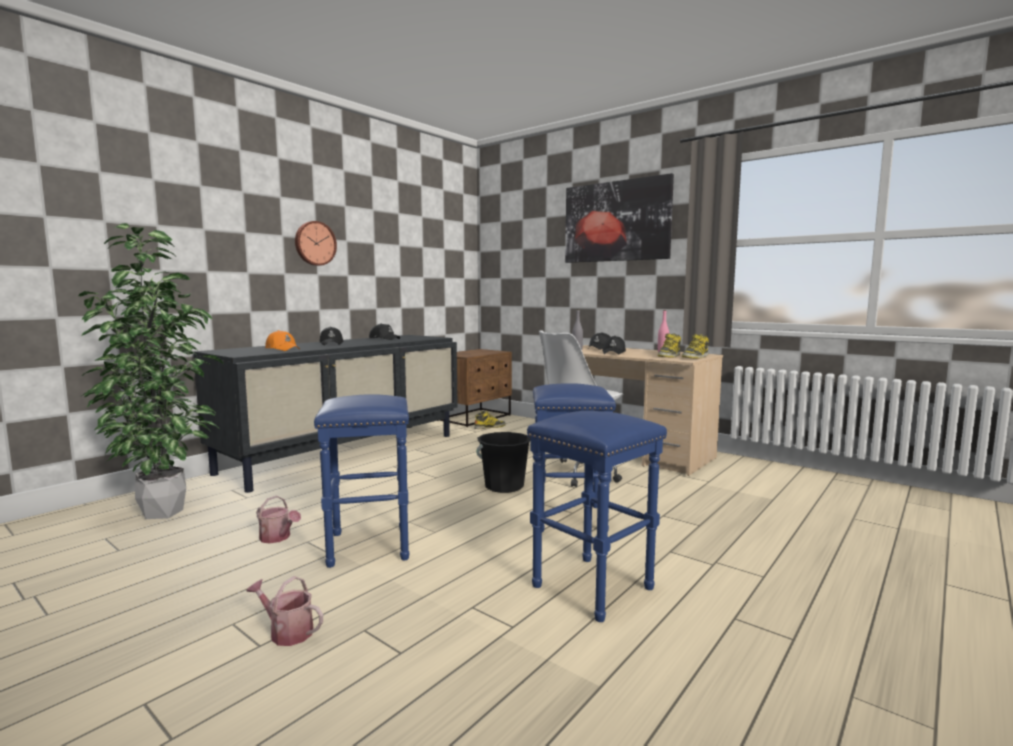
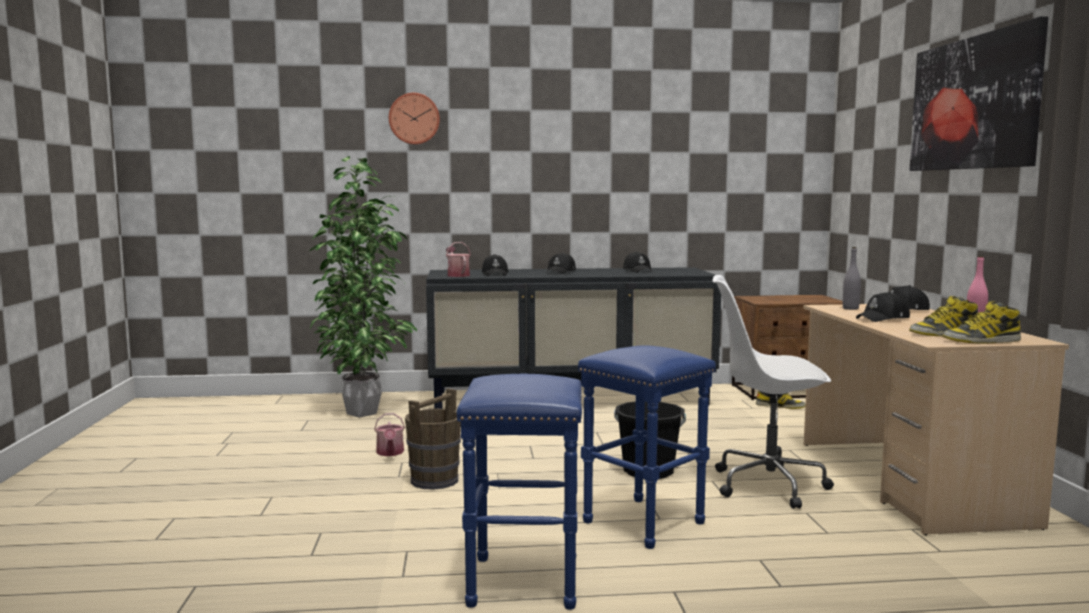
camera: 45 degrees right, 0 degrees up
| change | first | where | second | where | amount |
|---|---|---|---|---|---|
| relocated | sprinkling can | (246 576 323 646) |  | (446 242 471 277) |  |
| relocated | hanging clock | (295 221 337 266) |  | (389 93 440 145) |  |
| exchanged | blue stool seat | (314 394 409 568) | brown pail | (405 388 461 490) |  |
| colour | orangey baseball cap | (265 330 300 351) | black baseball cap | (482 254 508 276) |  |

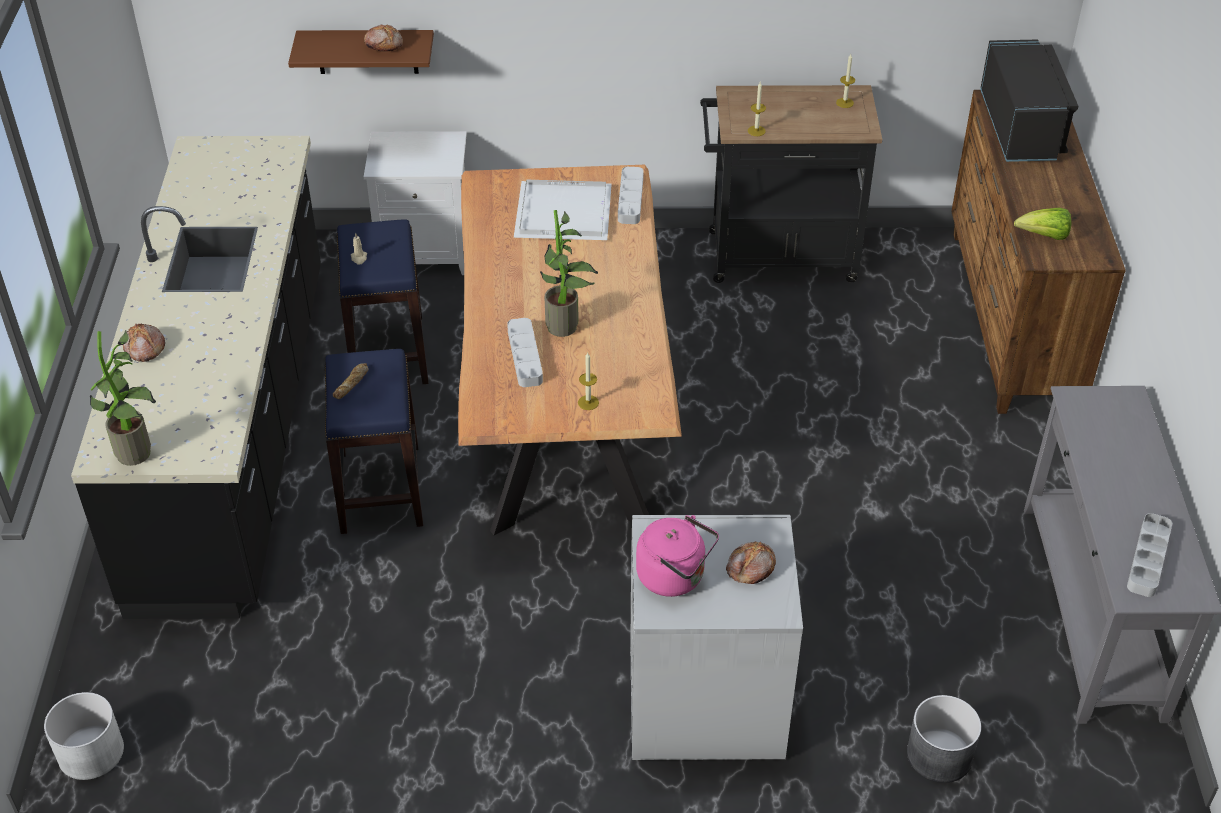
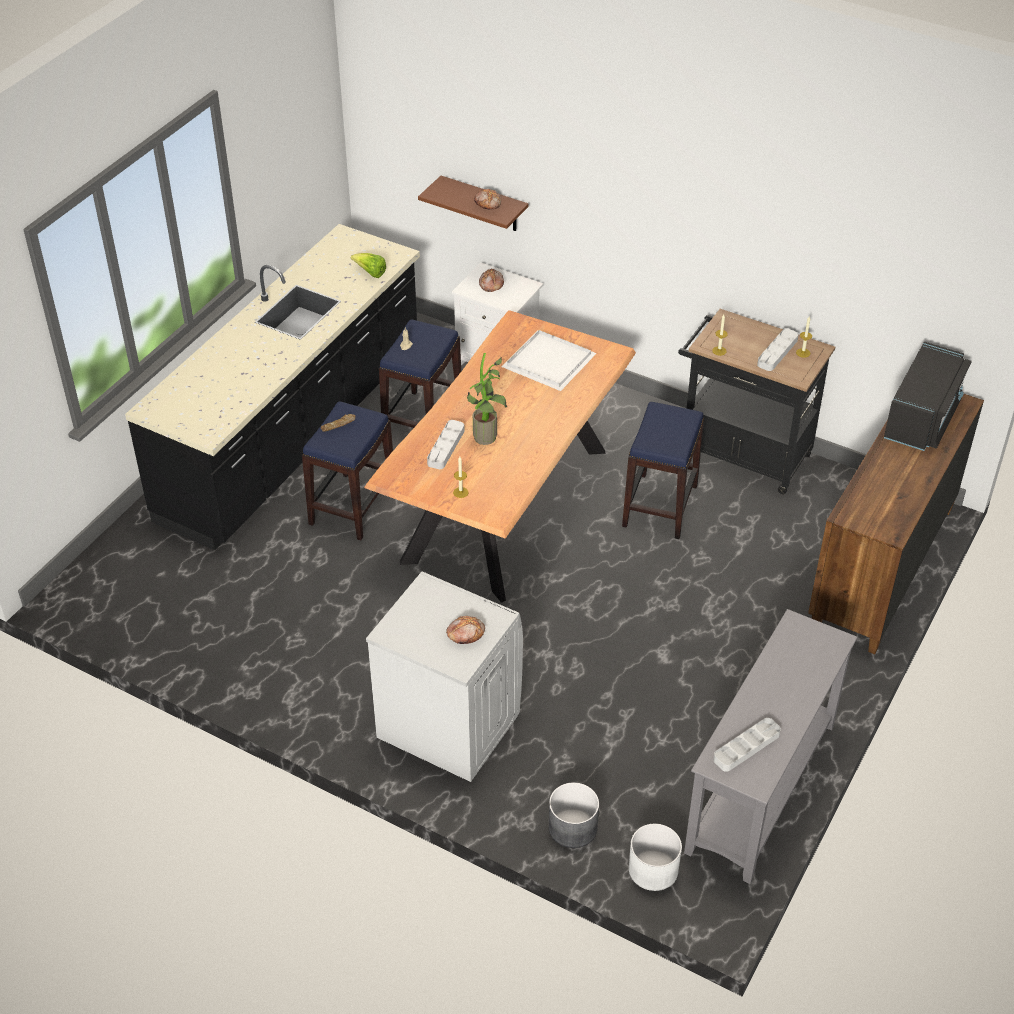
camera: 30 degrees right, 0 degrees up
| change | first | where | second | where | amount |
|---|---|---|---|---|---|
| missing | plant in a pot | (90 330 156 466) |  |  |  |
| missing | pinkish tea kettle | (636 515 719 597) |  |  |  |
| appeared |  |  | stool seat | (622 402 704 539) |  |
| relocated | white-coloured plant pot | (44 692 124 780) |  | (629 824 682 891) |  |
| relocated | bread | (123 324 165 362) |  | (479 268 504 292) |  |
| relocated | greyish tray | (618 167 644 224) |  | (757 328 798 371) |  |
| relocated | lettuce head | (1014 208 1071 240) |  | (351 253 386 278) |  |

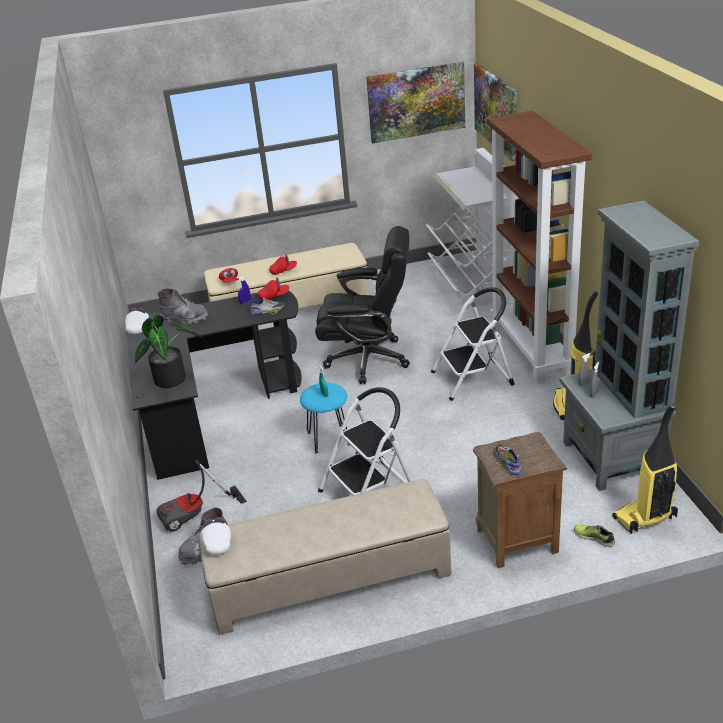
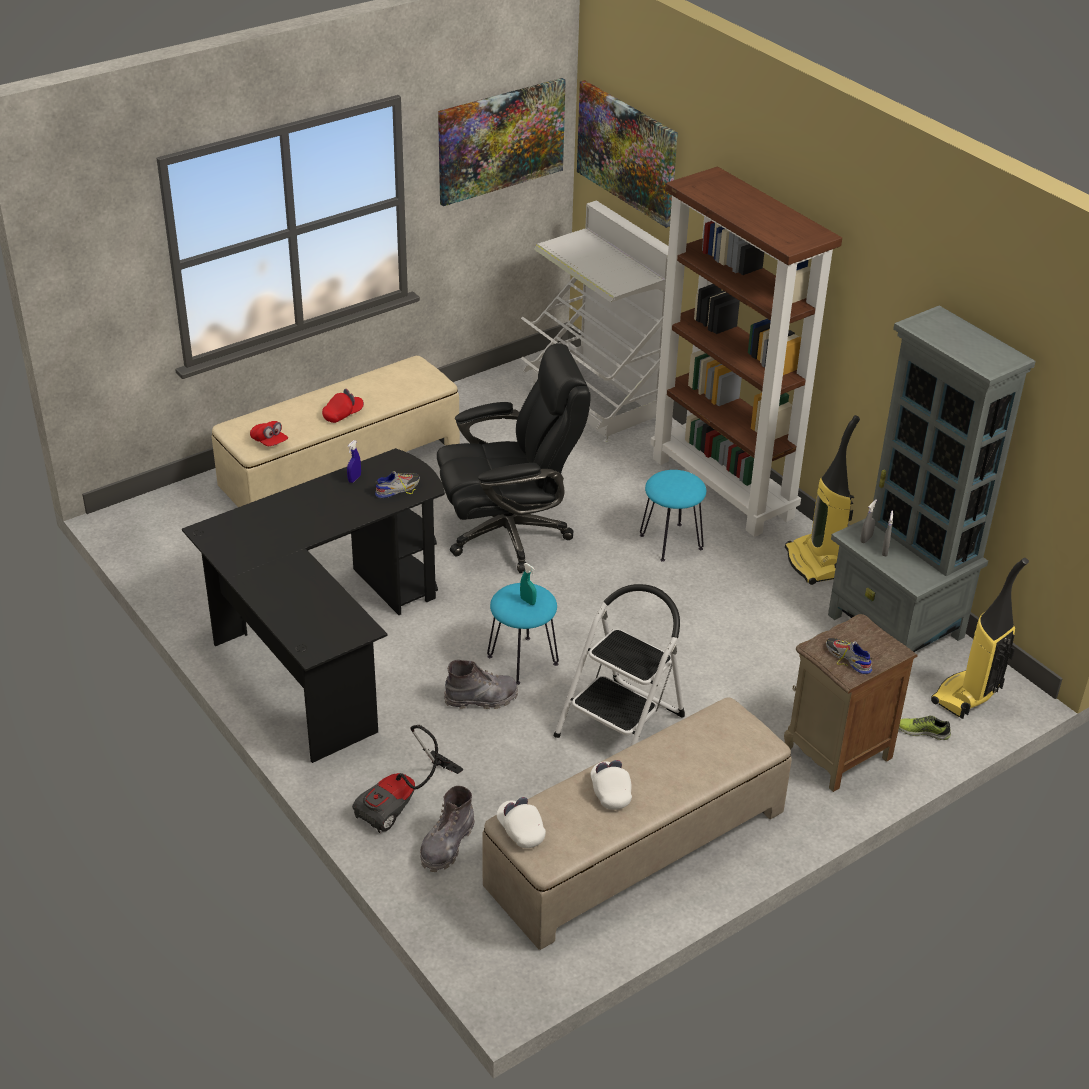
camera: 25 degrees left, 5 degrees up
| change | first | where | second | where | amount |
|---|---|---|---|---|---|
| missing | plant in a pot | (135 315 206 388) |  |  |  |
| missing | red baseball cap | (258 277 289 300) |  |  |  |
| relocated | white-coloured baseball cap | (125 308 149 335) |  | (590 760 632 810) |  |
| relocated | greyish high-top boot | (158 288 208 324) |  | (444 660 518 709) |  |
| exchanged | step stool | (431 287 515 401) | turquoise stool seat | (640 470 706 562) |  |

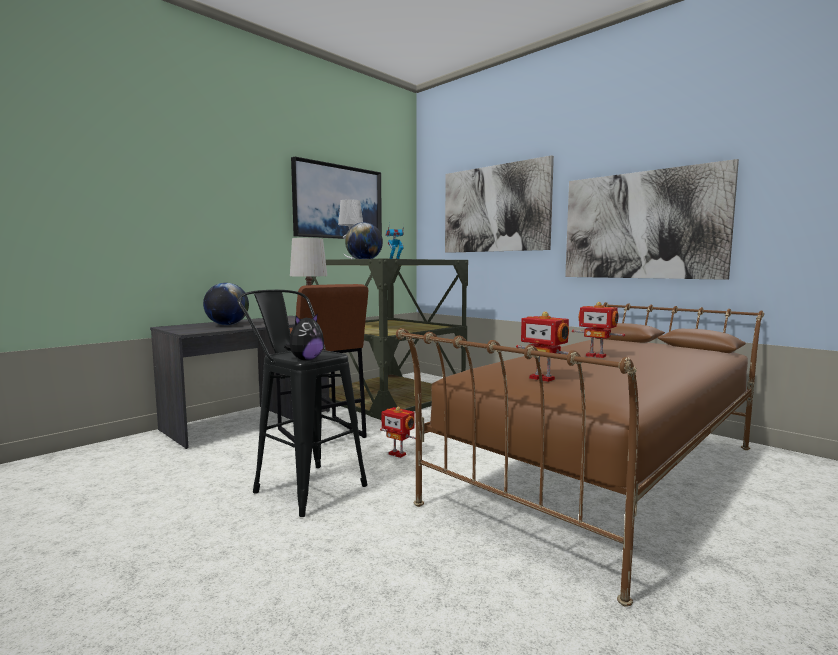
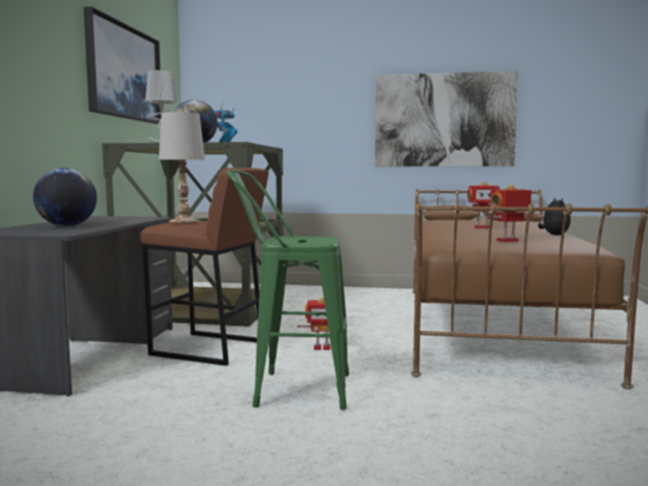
camera: 35 degrees left, 0 degrees up
| change | first | where | second | where | amount |
|---|---|---|---|---|---|
| missing | wall art | (445 155 554 253) |  |  |  |
| relocated | soft toy | (284 313 324 360) |  | (538 197 571 235) |  |
| colour | black stool seat | (237 290 367 517) | green-coloured stool seat | (227 169 349 410) |  |
| spun | robot figure | (516 311 569 382) |  | (487 184 533 242) | 150 degrees clockwise |

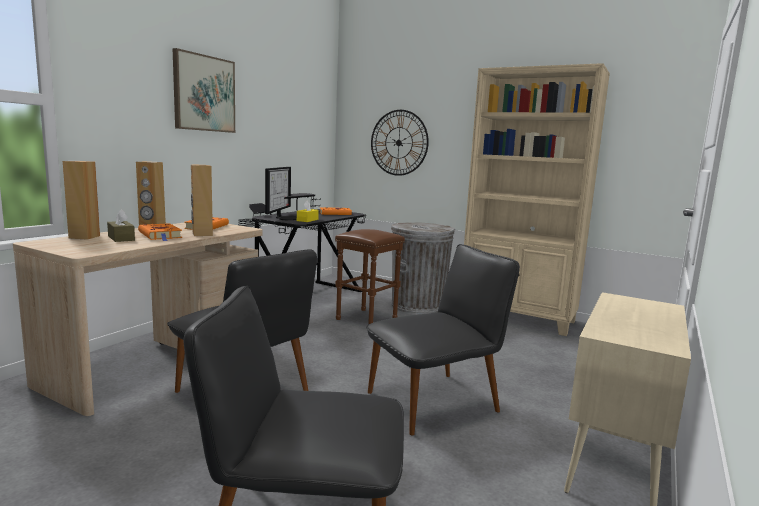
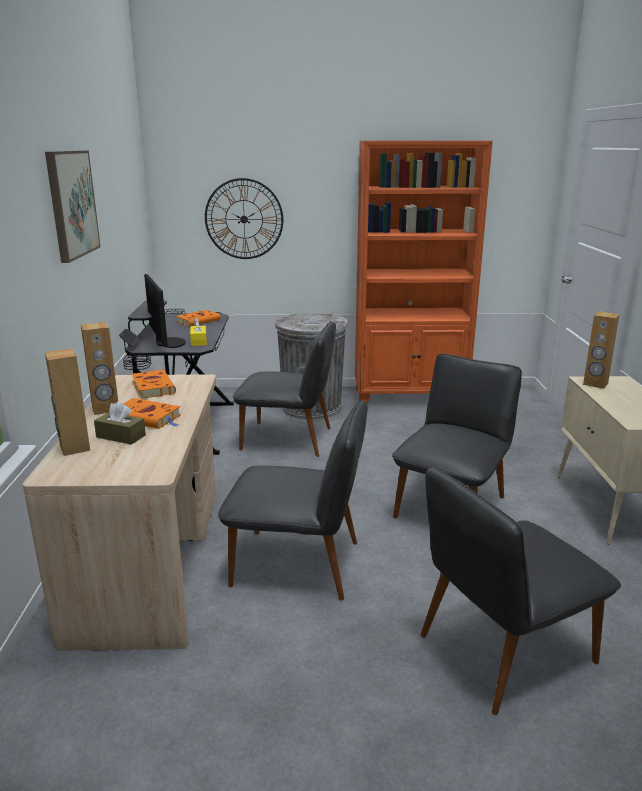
camera: 30 degrees left, 10 degrees up
| change | first | where | second | where | amount |
|---|---|---|---|---|---|
| relocated | brown loudspeaker | (191 164 213 236) |  | (583 311 619 389) |  |
| exchanged | brown stool seat | (335 229 405 324) | black upright chair | (233 321 336 457) |  |
| colour | beige shelving unit | (464 63 610 336) | orangey shelving unit | (355 141 493 404) |  |

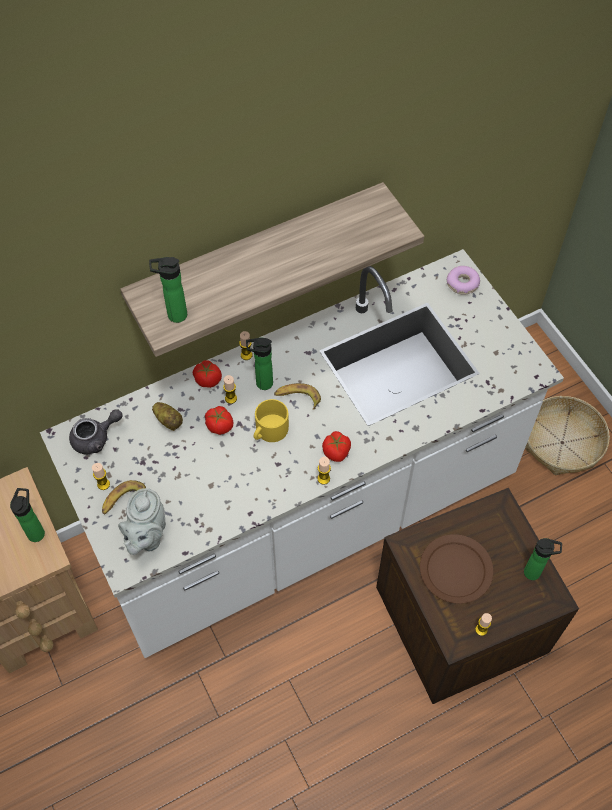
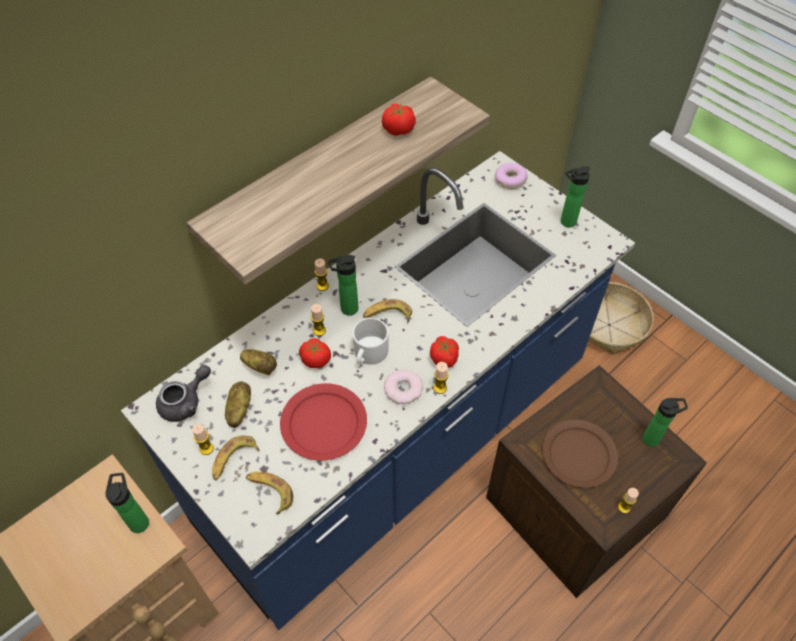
camera: 15 degrees left, 5 degrees down
| change | first | where | second | where | amount |
|---|---|---|---|---|---|
| appeared |  |  | whole potato | (225 382 251 428) |  |
| appeared |  |  | red plate | (280 383 367 461) |  |
| appeared |  |  | doughnut | (384 370 423 404) |  |
| relocated | drink bottle | (149 257 187 323) |  | (560 166 590 228) |  |
| relocated | whole tomato | (193 360 222 388) |  | (382 103 416 136) |  |
| exchanged | greyish teapot | (118 488 166 555) | banana fruit | (246 472 293 514) |  |
| colour | white-coloured kitchen base unit | (40 249 564 658) | blue kitchen base unit | (121 151 635 630) |  |
| colour | yellow mug | (254 399 289 442) | white-coloured mug | (353 318 389 365) |  |

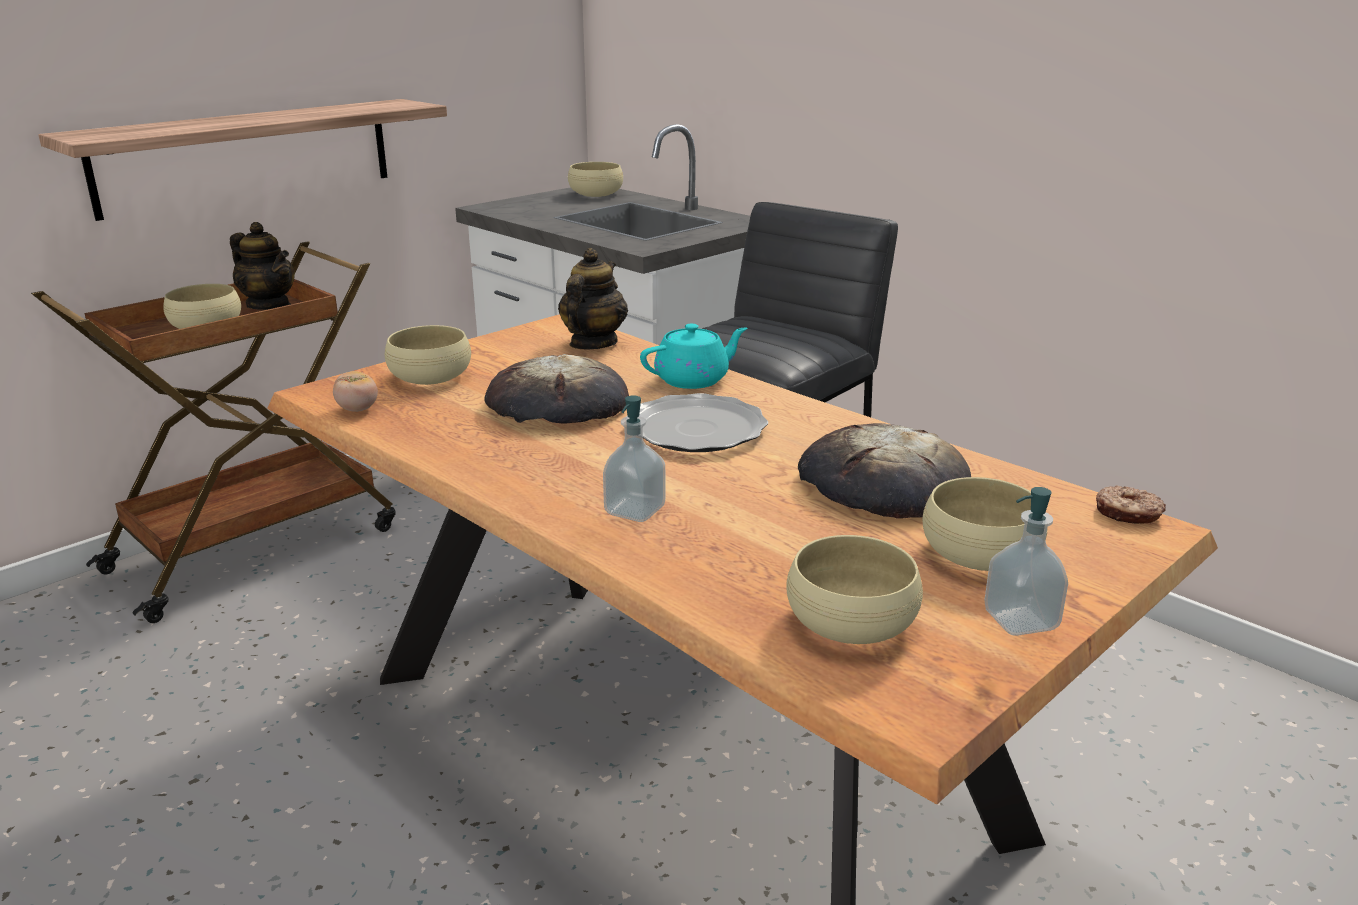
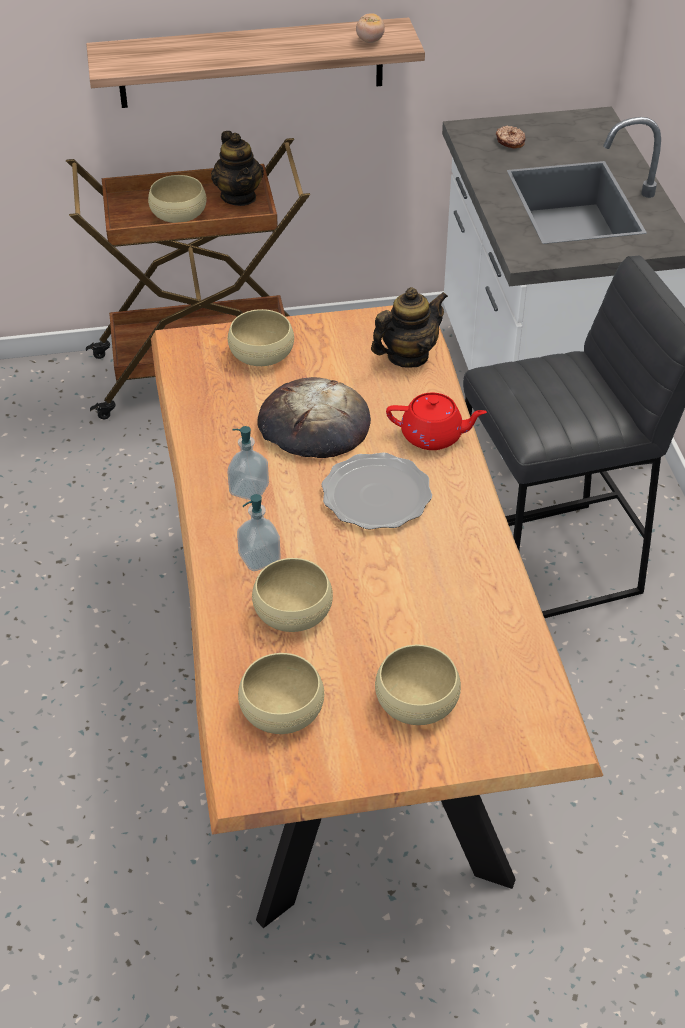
camera: 35 degrees right, 20 degrees up
| change | first | where | second | where | amount |
|---|---|---|---|---|---|
| missing | bread | (798 423 971 519) |  |  |  |
| relocated | whole tomato | (333 371 378 412) |  | (356 13 385 43) |  |
| relocated | beige serving bowl | (568 162 623 197) |  | (252 558 333 632) |  |
| relocated | liquid soap bottle | (984 487 1068 636) |  | (228 426 269 500) |  |
| relocated | doughnut | (1096 485 1166 523) |  | (496 126 526 149) |  |
| colour | turquoise teapot | (640 324 748 389) | red teapot | (386 392 487 450) |  |

